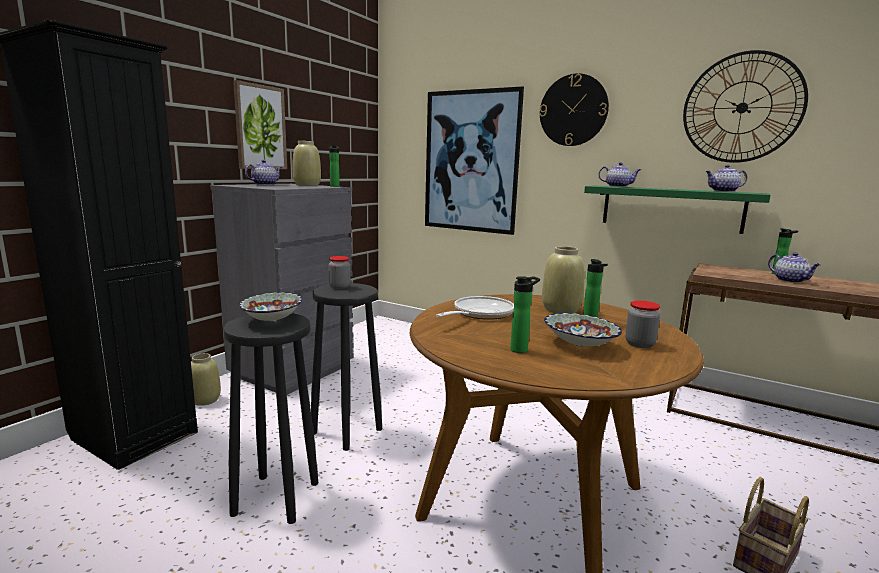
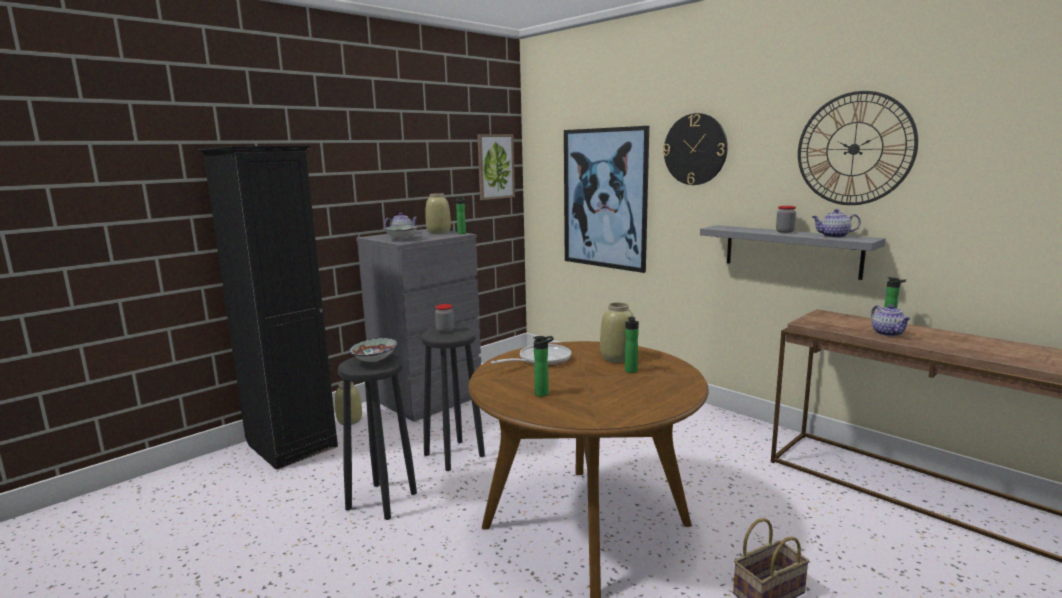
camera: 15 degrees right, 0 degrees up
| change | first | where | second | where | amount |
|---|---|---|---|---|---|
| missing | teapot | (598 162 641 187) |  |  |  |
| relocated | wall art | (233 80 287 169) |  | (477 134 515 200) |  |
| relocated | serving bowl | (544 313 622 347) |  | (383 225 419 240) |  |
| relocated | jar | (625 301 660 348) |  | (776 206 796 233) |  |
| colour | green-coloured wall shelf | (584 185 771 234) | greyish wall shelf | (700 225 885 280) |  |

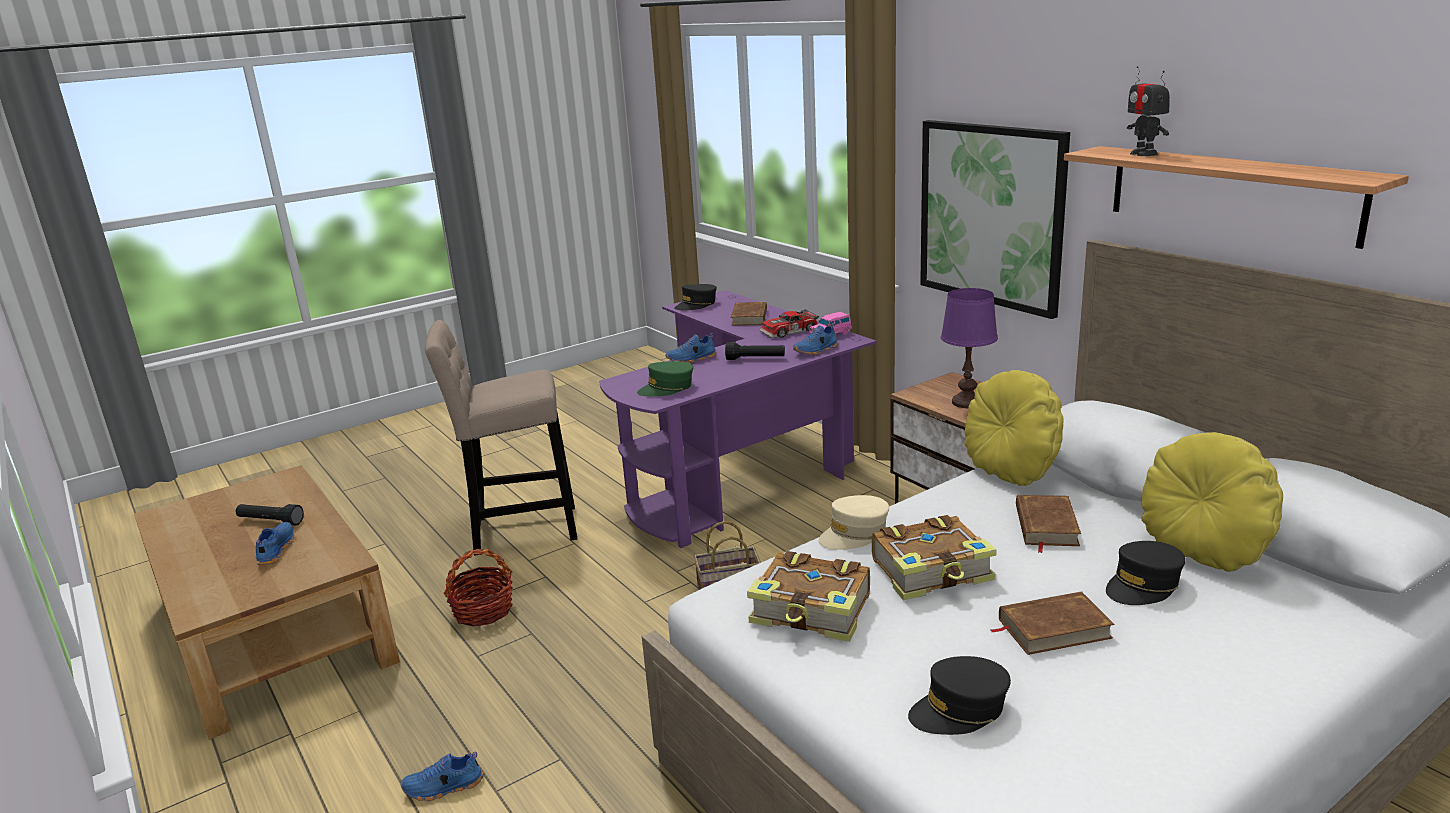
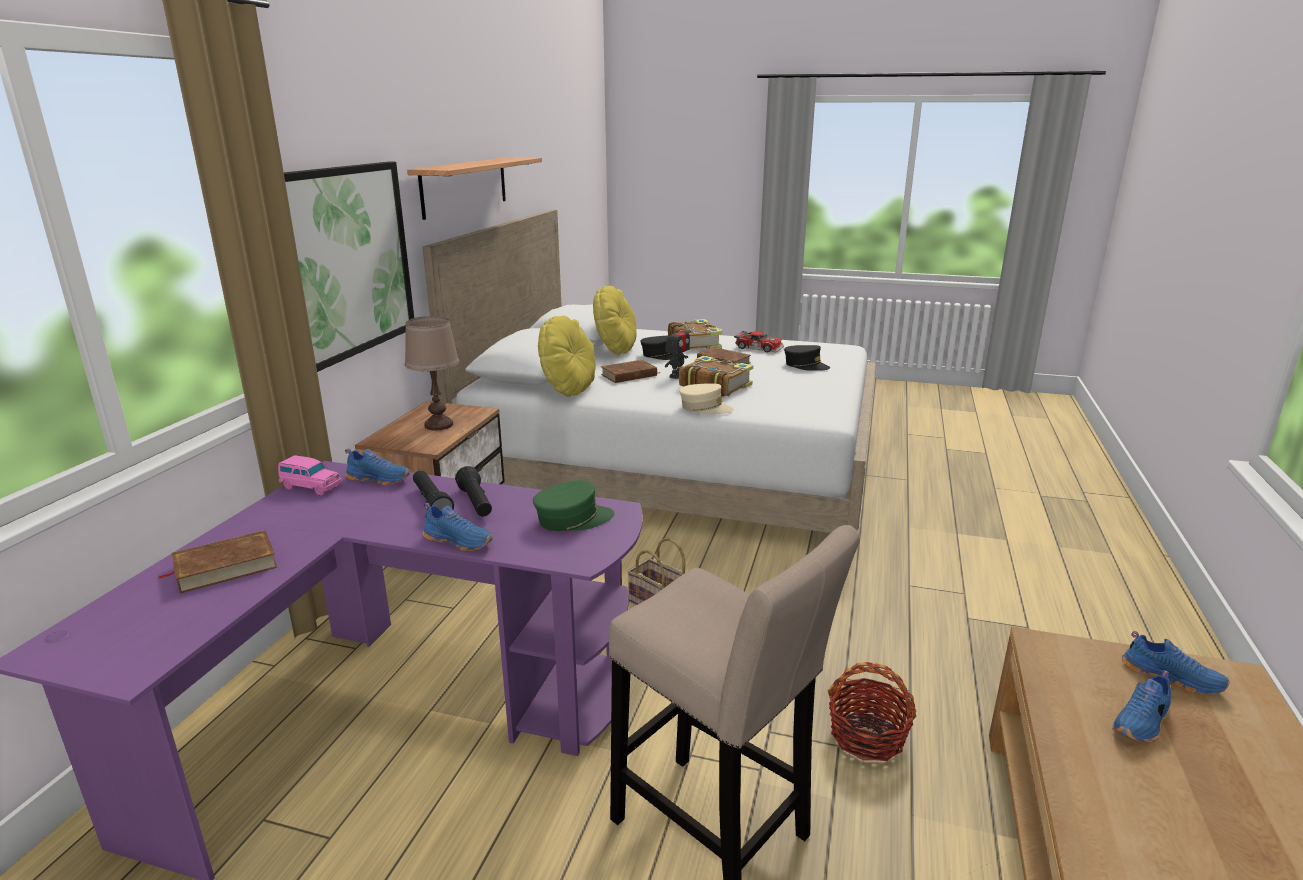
camera: 130 degrees left, 0 degrees up
| change | first | where | second | where | amount |
|---|---|---|---|---|---|
| missing | black baseball cap | (674 284 717 310) |  |  |  |
| relocated | black hand torch | (236 504 304 526) |  | (455 466 492 516) |  |
| relocated | blue shoe | (401 752 484 801) |  | (1122 631 1230 695) |  |
| relocated | bound book | (747 551 870 642) |  | (668 319 722 349) |  |
| relocated | toy car | (759 309 819 338) |  | (734 331 784 353) |  |
| relocated | robot figure | (1127 66 1170 156) |  | (665 322 690 379) |  |
| colour | purplish tabletop lamp | (941 288 998 408) | brown tabletop lamp | (405 316 459 431) |  |
| spun | green-coloured baseball cap | (637 361 693 397) |  | (533 480 615 531) | 45 degrees counterclockwise |

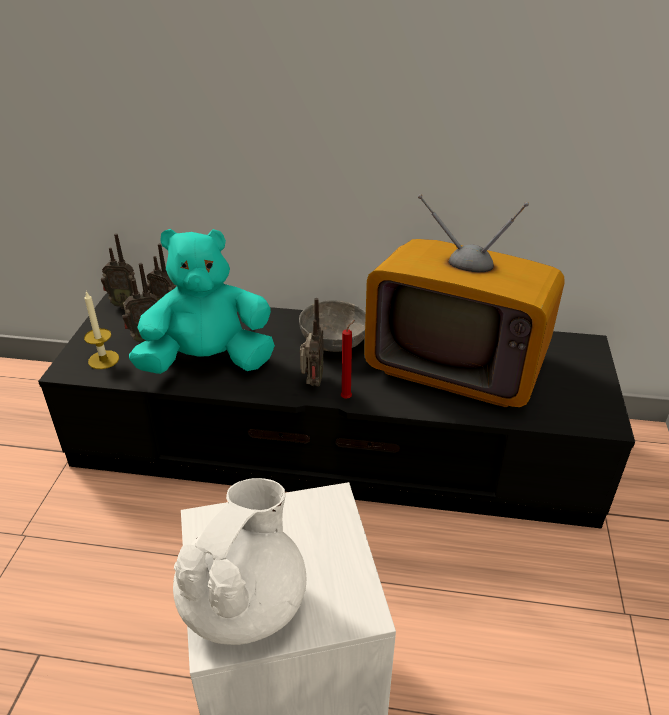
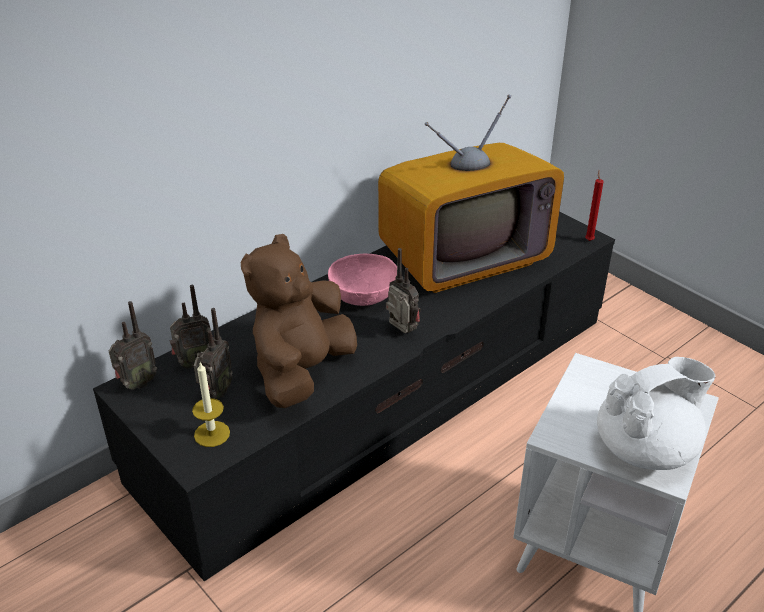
camera: 50 degrees left, 0 degrees up
| change | first | where | second | where | amount |
|---|---|---|---|---|---|
| relocated | red wax candle | (341 320 355 399) |  | (585 170 604 241) |  |
| colour | turquoise soft toy | (129 229 275 374) | brown soft toy | (241 234 357 408) |  |
| colour | greyish serving bowl | (299 300 366 352) | pinkish serving bowl | (328 254 397 306) |  |
| spun | white-coloured teapot | (173 478 306 645) |  | (597 357 715 470) | 90 degrees clockwise |

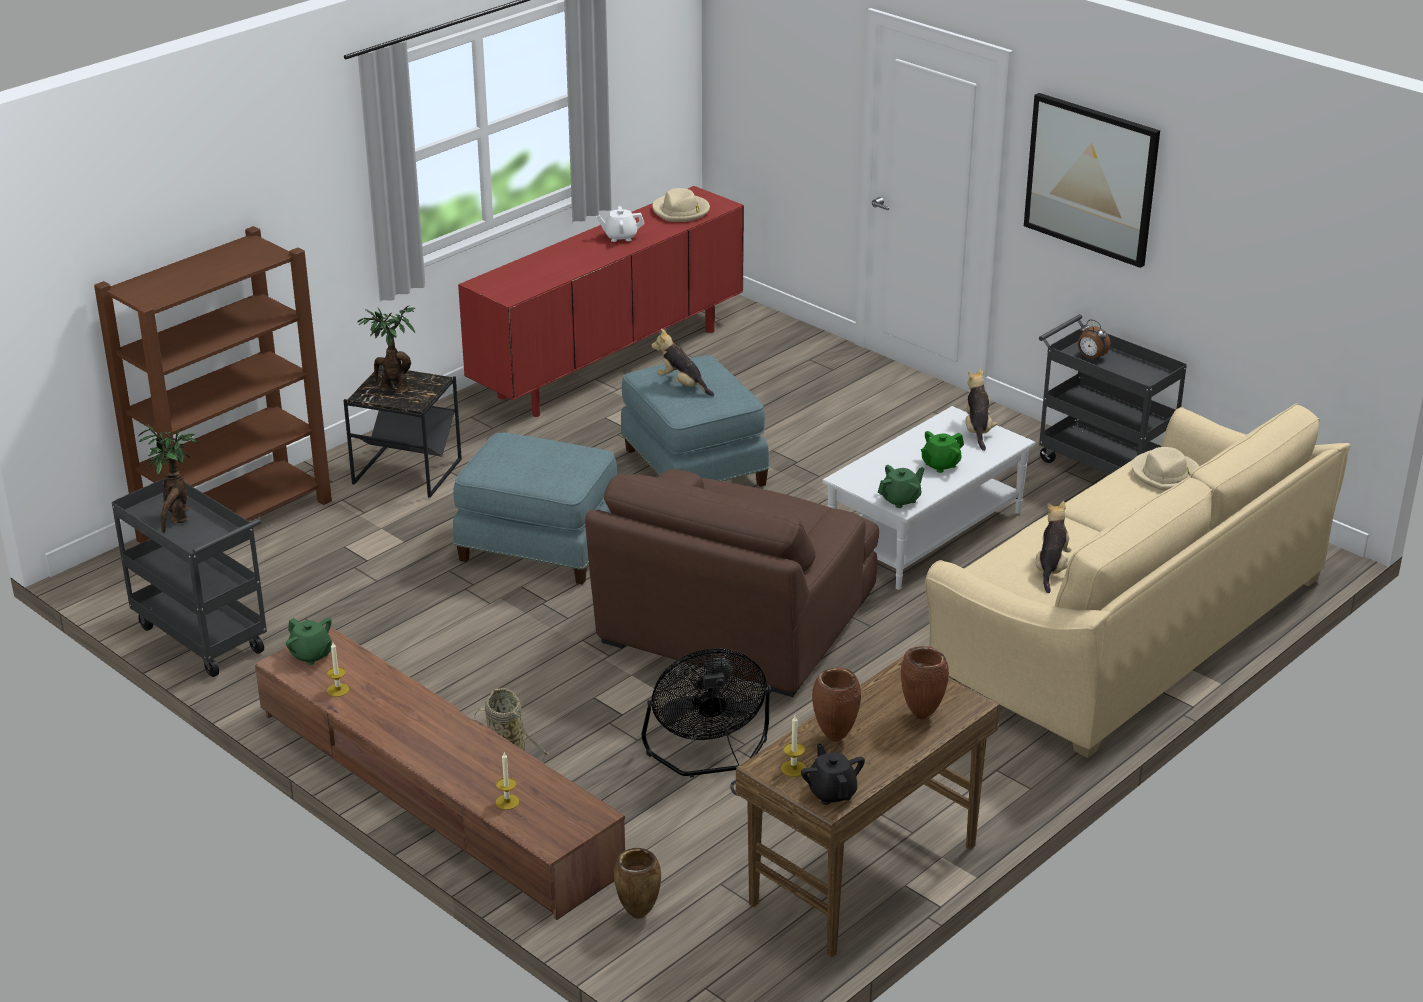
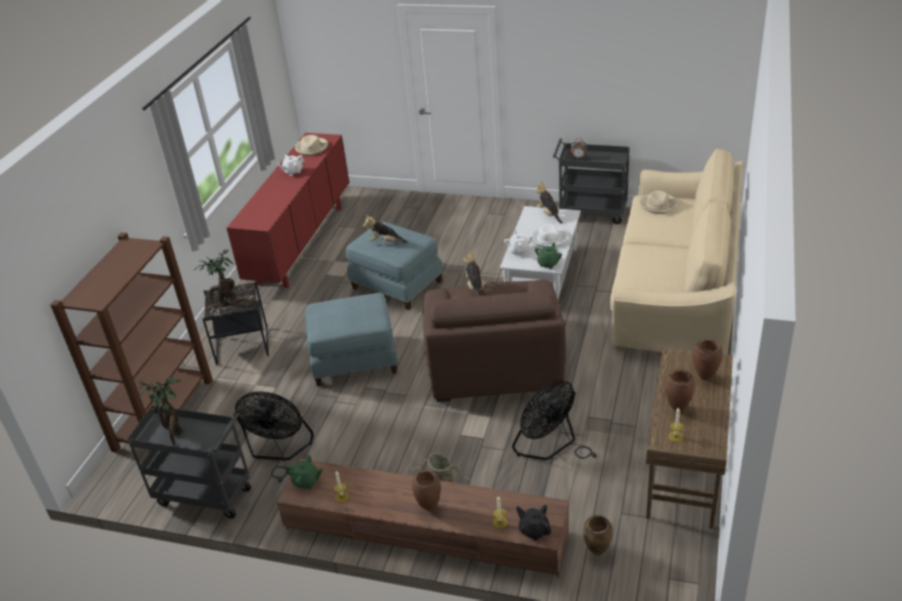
camera: 25 degrees left, 5 degrees up
| change | first | where | second | where | amount |
|---|---|---|---|---|---|
| missing | wall art | (1024 93 1160 268) |  |  |  |
| appeared |  |  | black fan | (233 392 314 483) |  |
| appeared |  |  | brown decorative vase | (412 469 441 511) |  |
| appeared |  |  | white-coloured teapot | (504 230 533 256) |  |
| relocated | black teapot | (801 743 865 805) |  | (516 505 551 541) |  |
| relocated | soft toy | (1036 501 1071 593) |  | (464 250 487 296) |  |
| exchanged | green-coloured teapot | (921 431 964 473) | white-coloured clothing hat | (530 224 568 247) |  |

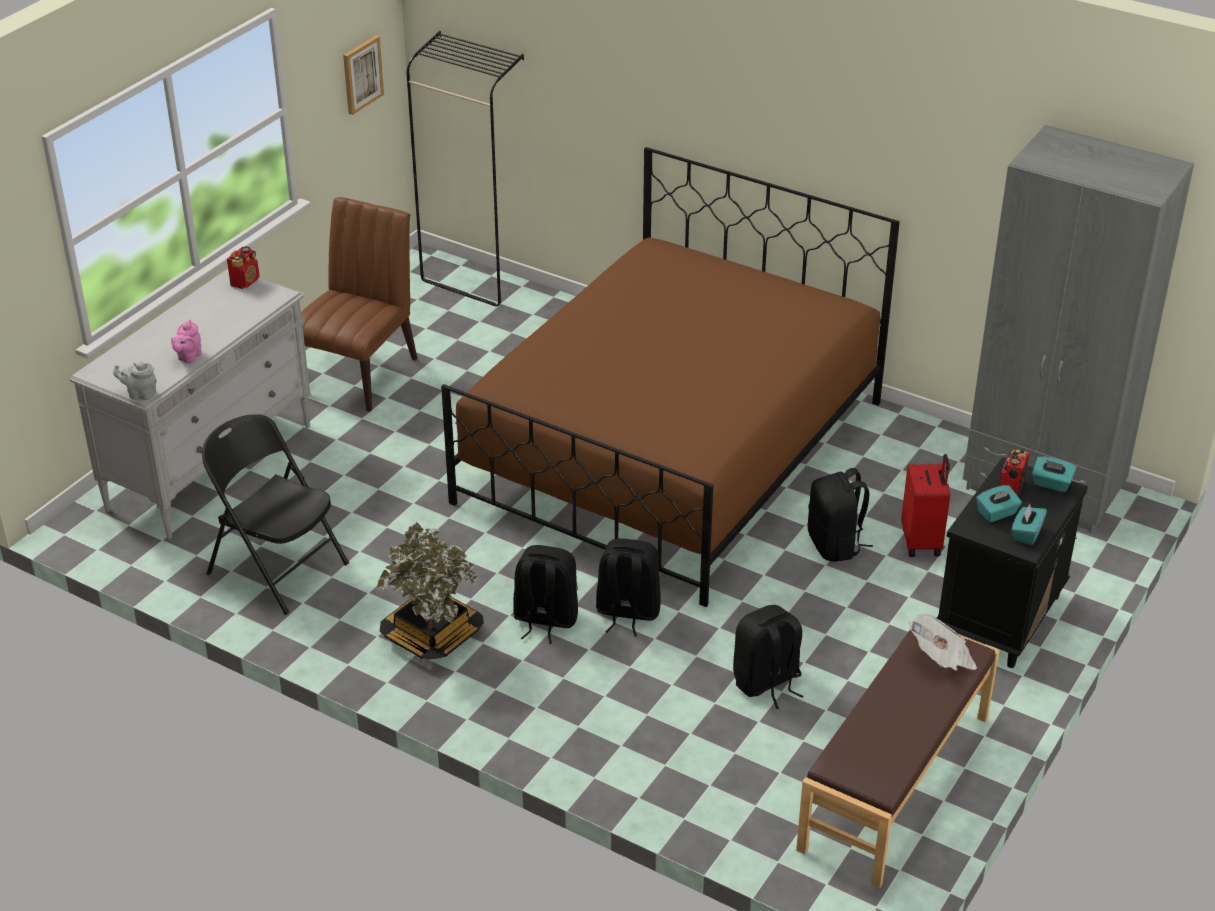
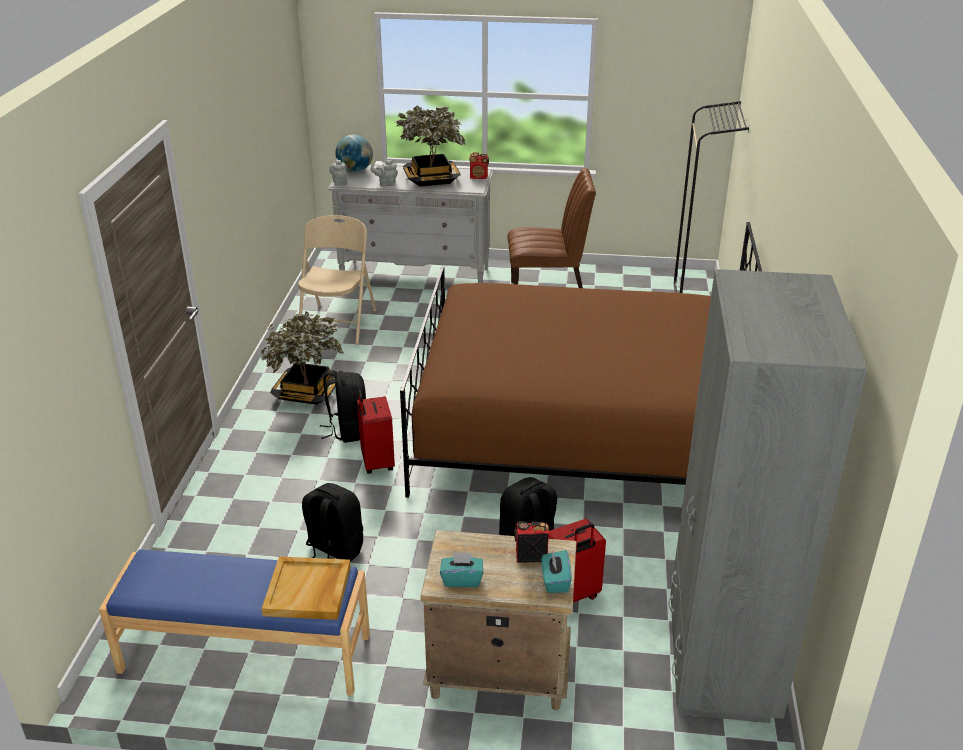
camera: 65 degrees right, 5 degrees down
| change | first | where | second | where | amount |
|---|---|---|---|---|---|
| missing | wall art | (343 35 384 115) |  |  |  |
| missing | turquoise box of tissues | (976 485 1022 522) |  |  |  |
| appeared |  |  | globe | (336 135 373 172) |  |
| appeared |  |  | plant in a pot | (395 105 465 186) |  |
| exchanged | black knapsack | (596 538 661 637) | red suitcase | (357 390 395 474) |  |
| exchanged | printed paper | (909 614 977 670) | beige tray | (262 556 351 620) |  |
| colour | pinkish teapot | (171 320 201 363) | greyish teapot | (371 160 398 186) |  |
| colour | black upright chair | (202 414 349 615) | beige upright chair | (298 215 377 345) |  |
| colour | brown bench | (796 630 999 888) | blue bench | (99 550 370 696) |  |
| colour | black nightstand | (937 457 1088 668) | beige nightstand | (420 530 576 710) |  |

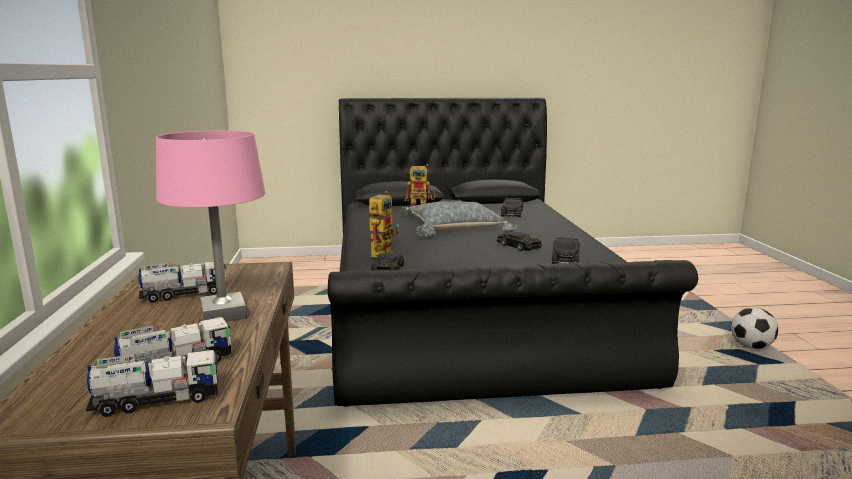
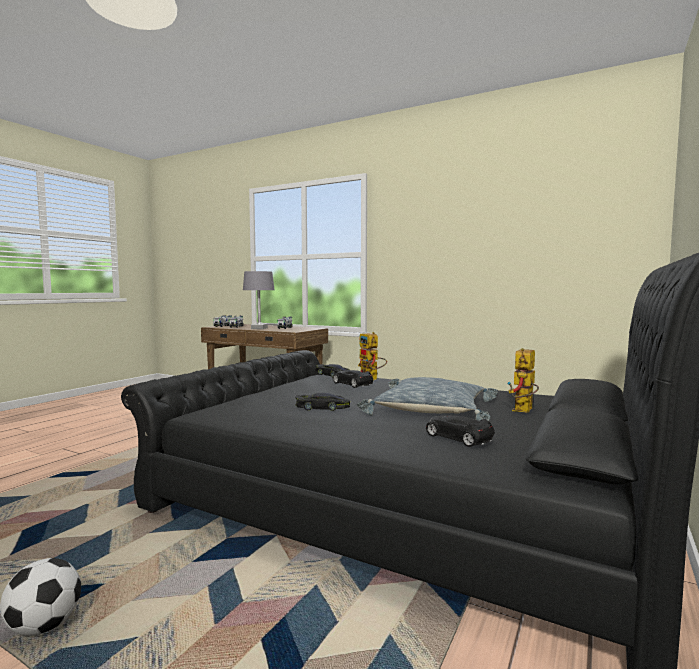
camera: 125 degrees right, 10 degrees down
| change | first | where | second | where | amount |
|---|---|---|---|---|---|
| relocated | black toy car | (552 237 580 264) |  | (333 370 373 388) |  |
| colour | pinkish tabletop lamp | (156 130 265 321) | greyish tabletop lamp | (243 271 274 329) |  |

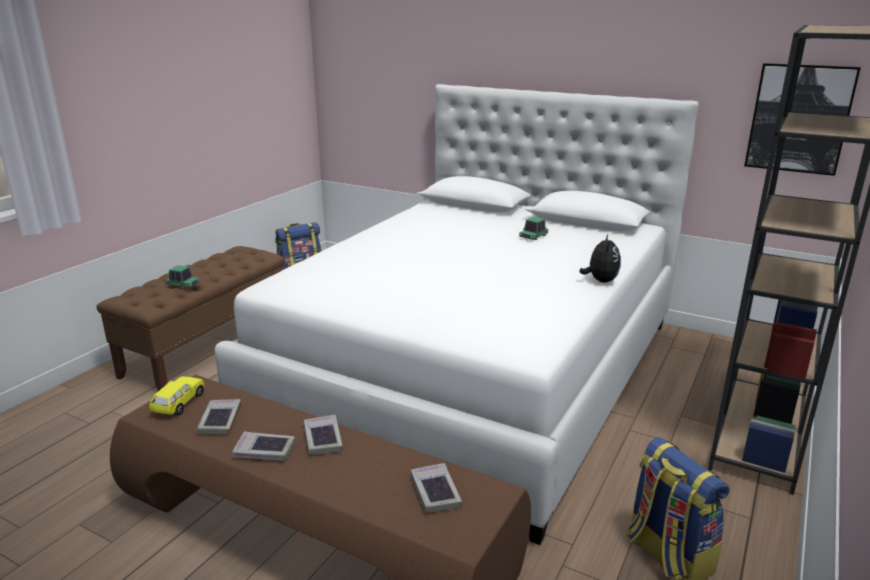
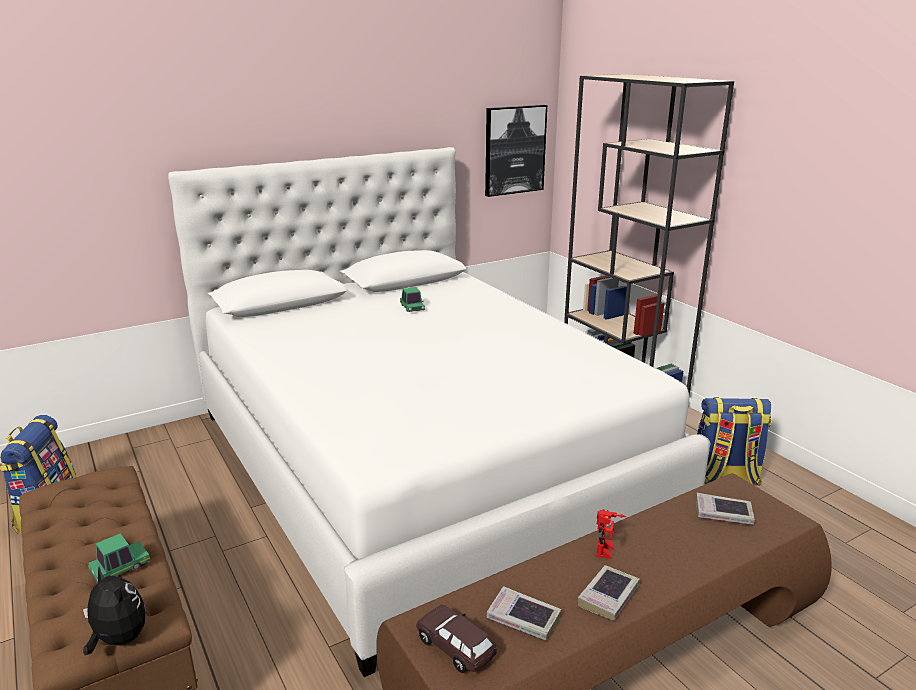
camera: 60 degrees left, 0 degrees up
| change | first | where | second | where | amount |
|---|---|---|---|---|---|
| relocated | soft toy | (579 234 621 283) |  | (83 567 145 655) |  |
| exchanged | bound book | (304 415 343 455) | robot figure | (596 509 626 559) |  |
| colour | yellow toy car | (149 376 204 416) | brown toy car | (416 604 497 673) |  |

